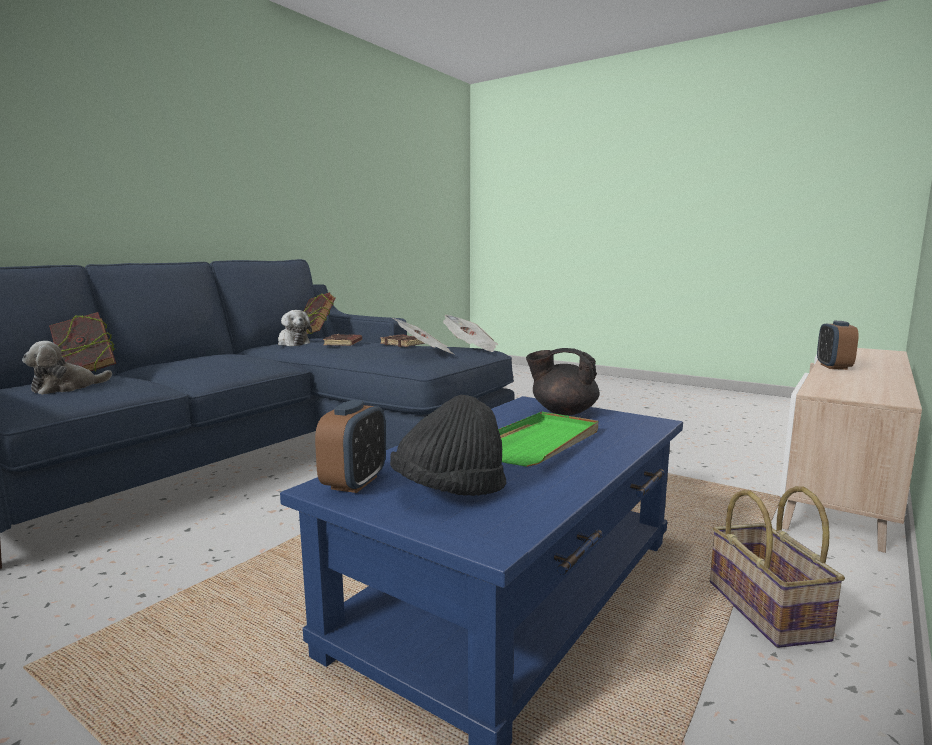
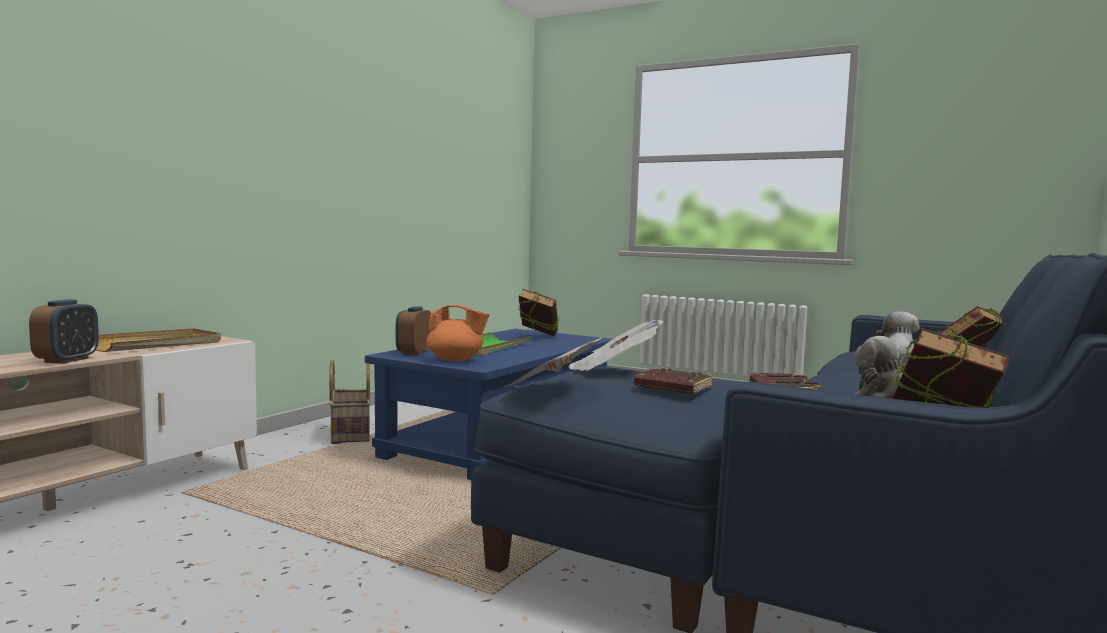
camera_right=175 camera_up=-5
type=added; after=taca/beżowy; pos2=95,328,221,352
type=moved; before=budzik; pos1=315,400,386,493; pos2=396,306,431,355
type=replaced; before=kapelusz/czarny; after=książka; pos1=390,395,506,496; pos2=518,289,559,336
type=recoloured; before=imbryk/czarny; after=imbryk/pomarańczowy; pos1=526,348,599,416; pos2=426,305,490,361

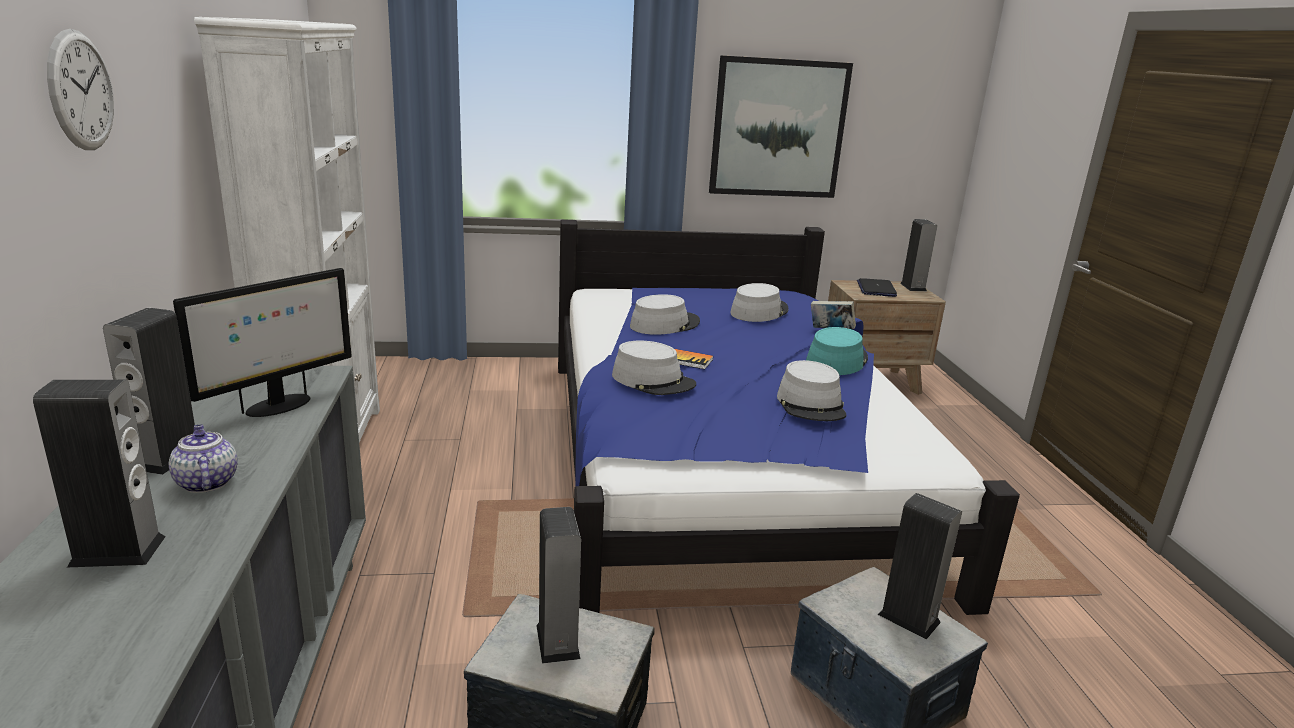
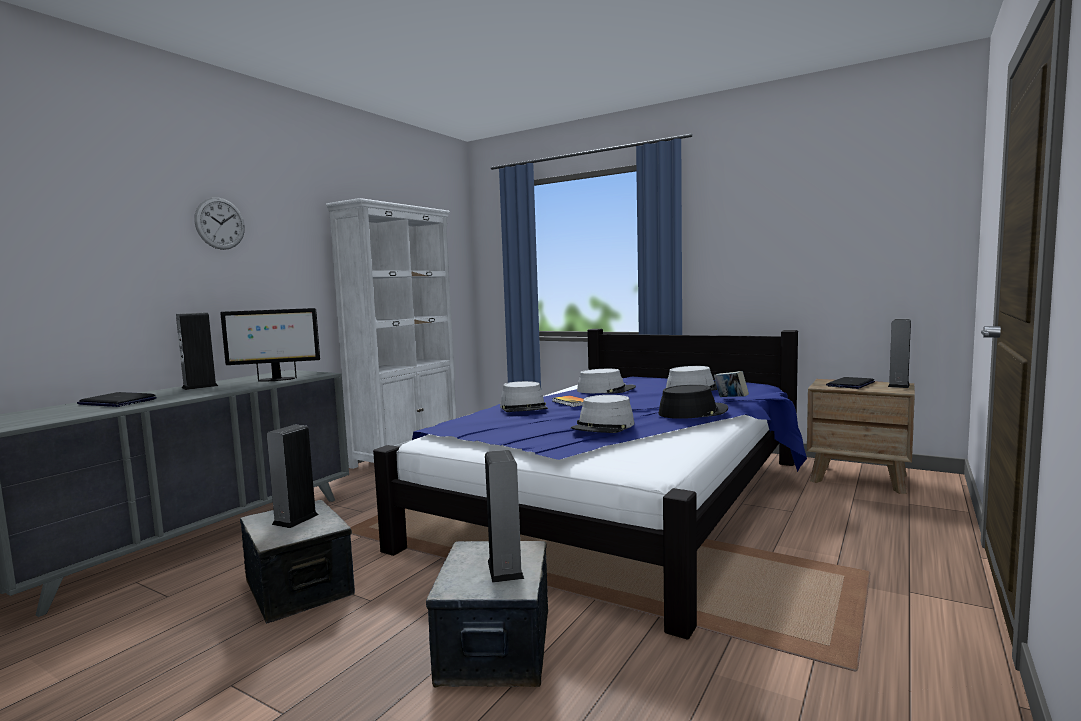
camera_right=40 camera_up=-15
type=removed; before=imbryk; pos1=169,424,238,493
type=removed; before=obraz; pos1=709,55,853,198
type=replaced; before=głośnik; after=laptop; pos1=33,380,165,567; pos2=77,392,157,407
type=recoloured; before=kapelusz/turkusowy; after=kapelusz/czarny; pos1=806,327,868,375; pos2=658,385,728,419

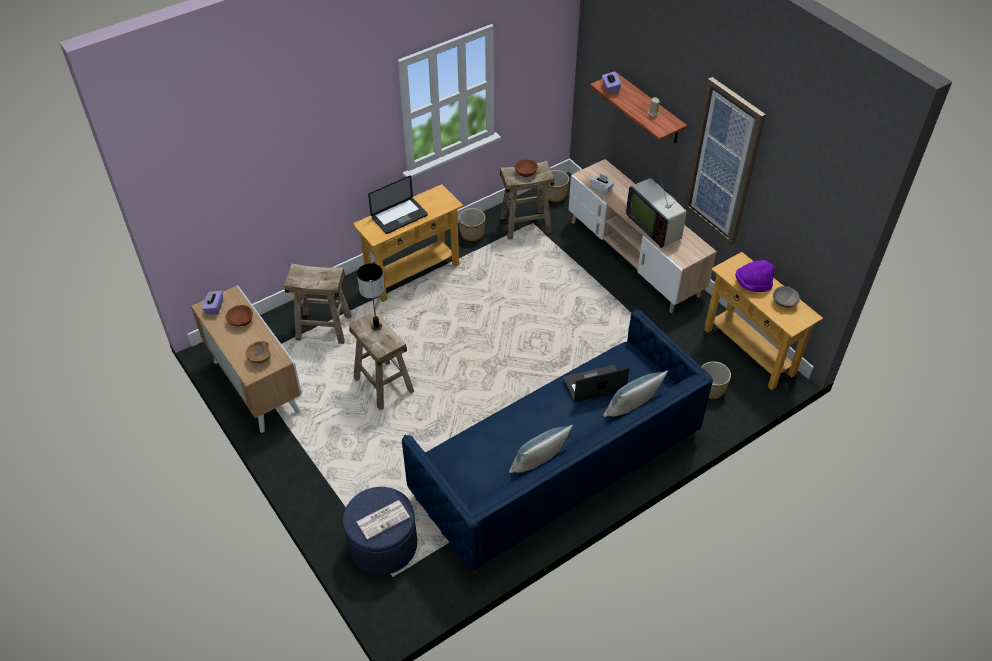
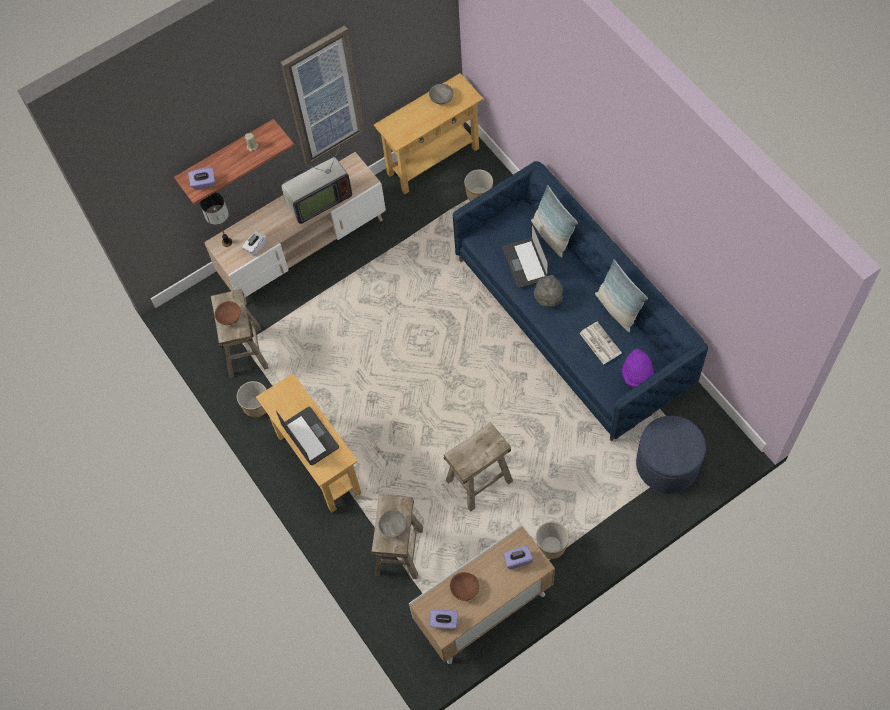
camera_right=-85 camera_up=15
type=added; after=miska/szary; pos2=378,510,407,538
type=added; after=kapelusz/szary; pos2=534,275,563,307
type=moved; before=lampa stołowa; pos1=357,263,385,331; pos2=200,192,232,247
type=moved; before=gazeta; pos1=357,500,410,540; pos2=579,322,622,365
type=moved; before=donica; pos1=547,170,569,202; pos2=536,522,569,559
type=moved; before=kapelusz/fioletowy; pos1=735,260,775,292; pos2=622,349,654,388
type=replaced; before=miska/brązowy; after=pudełko chusteczek/fioletowy; pos1=246,341,271,364; pos2=503,546,533,569

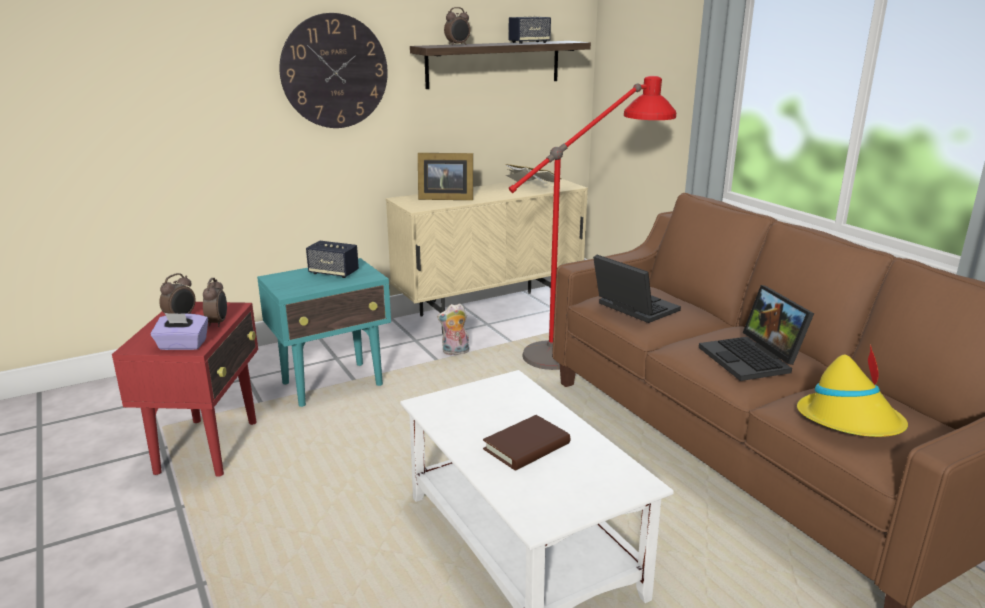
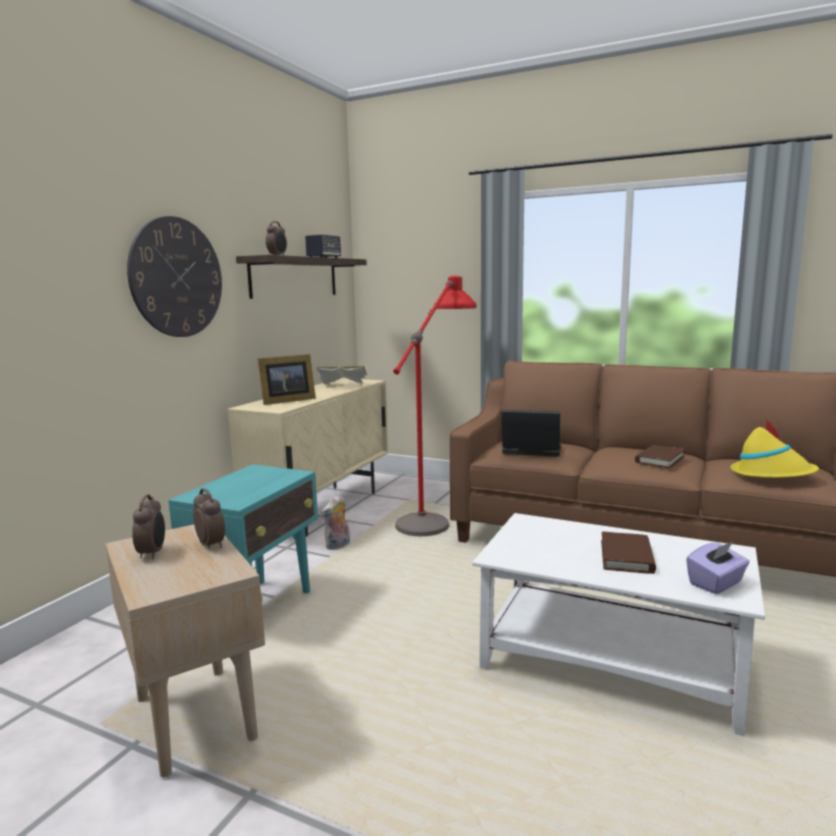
camera_right=-35 camera_up=-10
type=removed; before=głośnik; pos1=306,241,359,278
type=moved; before=pudełko chusteczek/fioletowy; pos1=151,313,208,350; pos2=686,542,750,594
type=replaced; before=laptop; after=książka/brązowy; pos1=699,285,814,381; pos2=635,445,685,468
type=recoloured; before=stolik/czerwony; after=stolik/beżowy; pos1=112,302,258,477; pos2=105,524,265,777

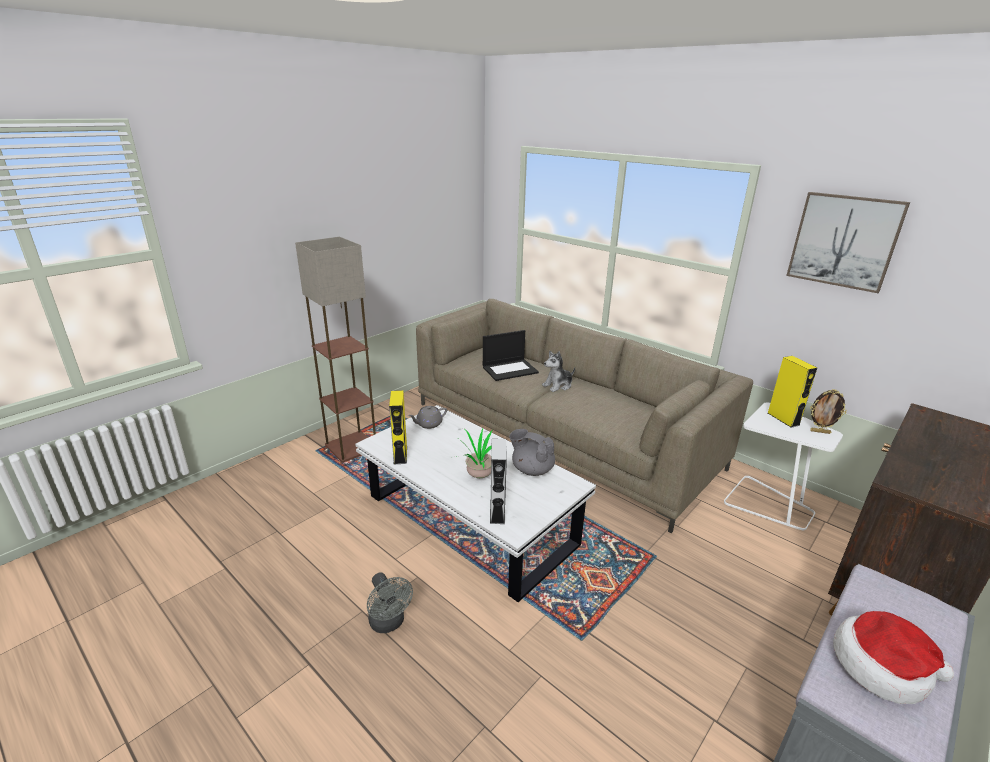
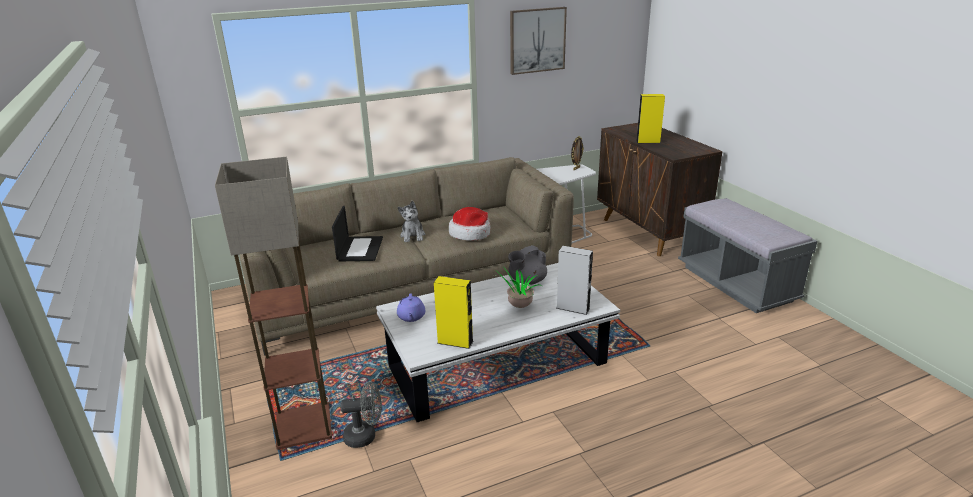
camera_right=-65 camera_up=0
type=moved; before=wentylator/szary; pos1=367,572,413,633; pos2=340,382,382,448
type=moved; before=głośnik/żółty; pos1=768,356,817,428; pos2=636,94,665,143
type=moved; before=kapelusz; pos1=833,611,954,704; pos2=449,207,491,241
type=recoloured; before=imbryk/szary; after=imbryk/fioletowy; pos1=408,406,447,429; pos2=397,293,425,322

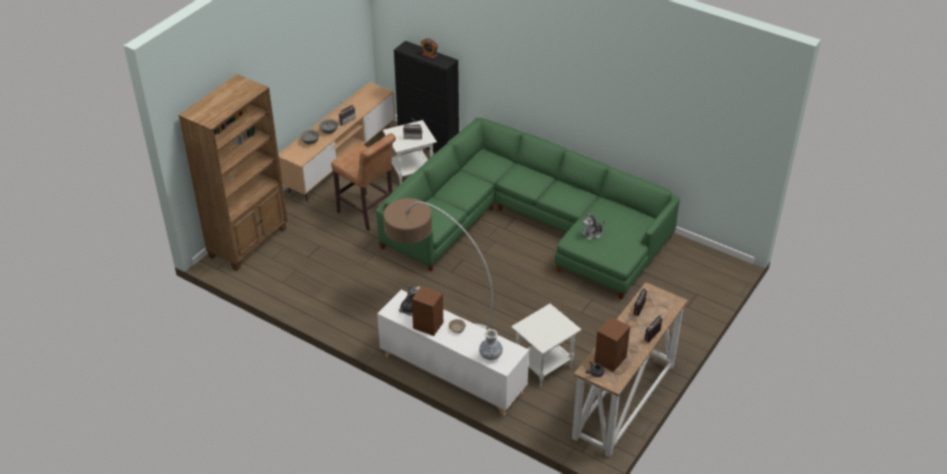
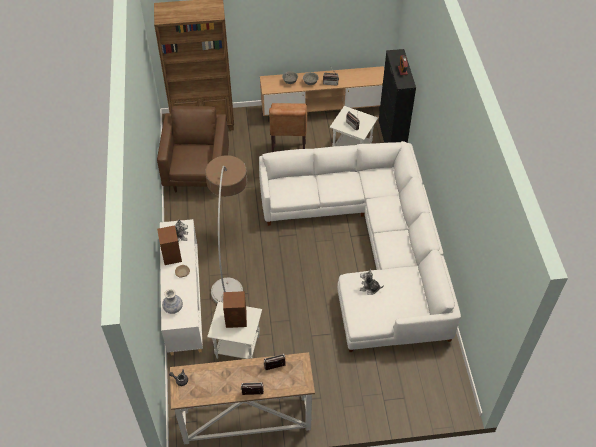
camera_right=50 camera_up=10
type=added; after=fotel/brązowy; pos2=157,106,229,192
type=moved; before=głośnik/brązowy; pos1=594,317,630,372; pos2=223,291,247,328
type=recoloured; before=kanapa/zielony; after=kanapa/biały; pos1=376,118,680,300; pos2=259,141,461,352

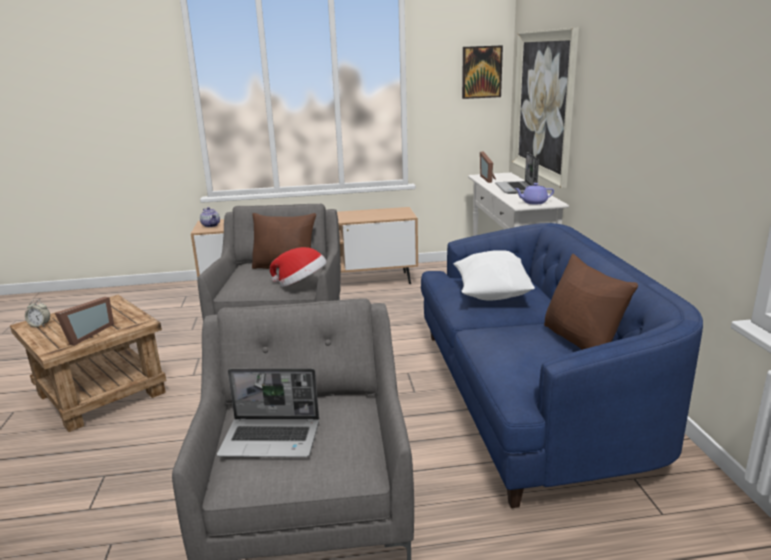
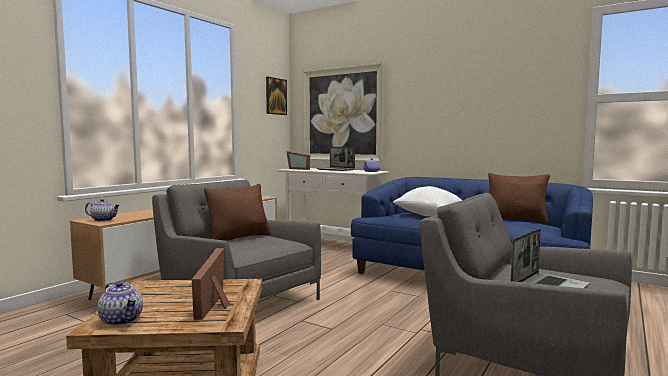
camera_right=-50 camera_up=-15
type=removed; before=kapelusz; pos1=270,247,327,287
type=replaced; before=budzik; after=imbryk; pos1=25,300,50,327; pos2=97,281,143,326
type=turned; before=ramka na zdjęcie; pos1=55,297,114,346; pos2=192,248,230,320; turn=-150

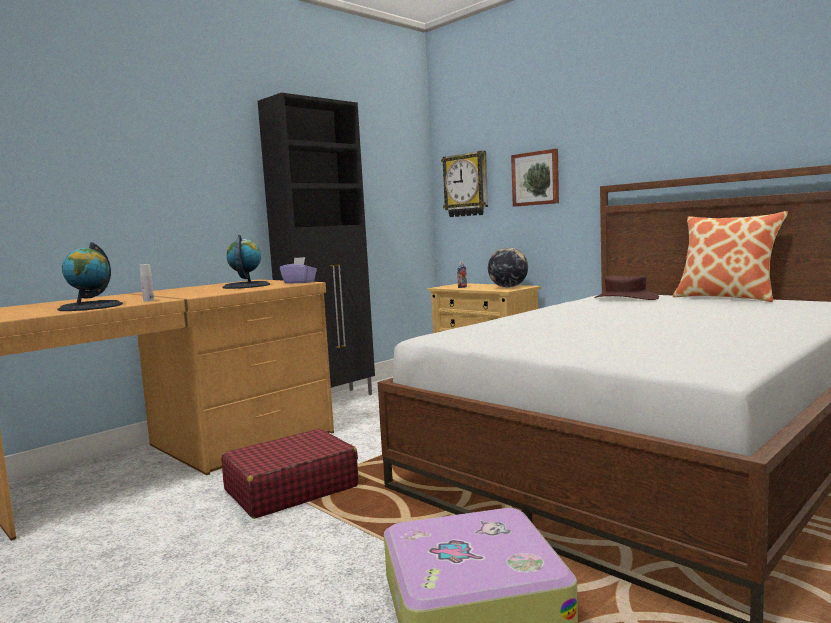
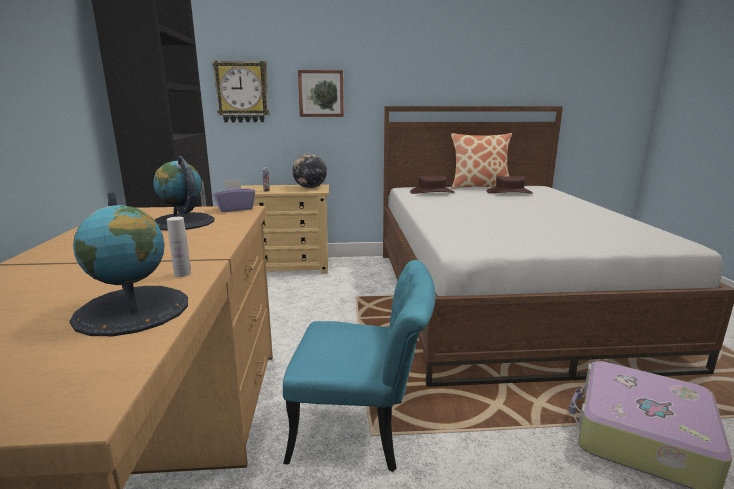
camera_right=-50 camera_up=10
type=added; after=kapelusz/brązowy; pos2=487,176,533,194
type=replaced; before=walizka/czerwony; after=krzesło/turkusowy; pos1=221,428,359,519; pos2=283,260,435,472

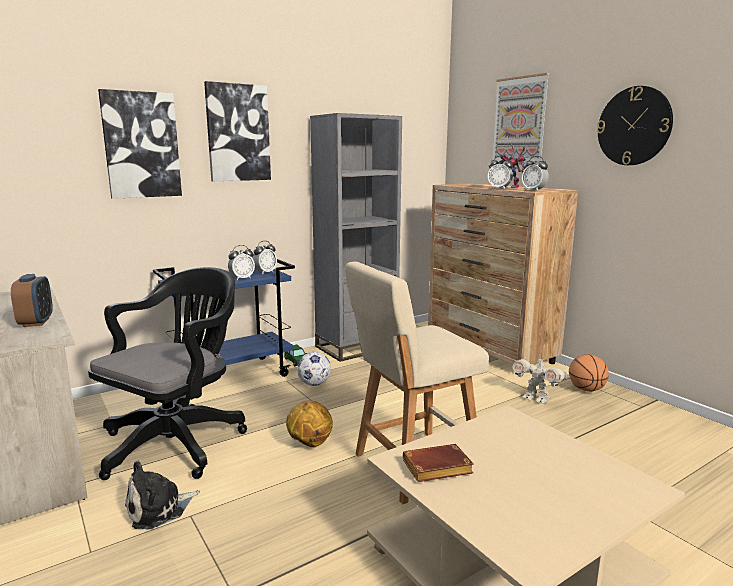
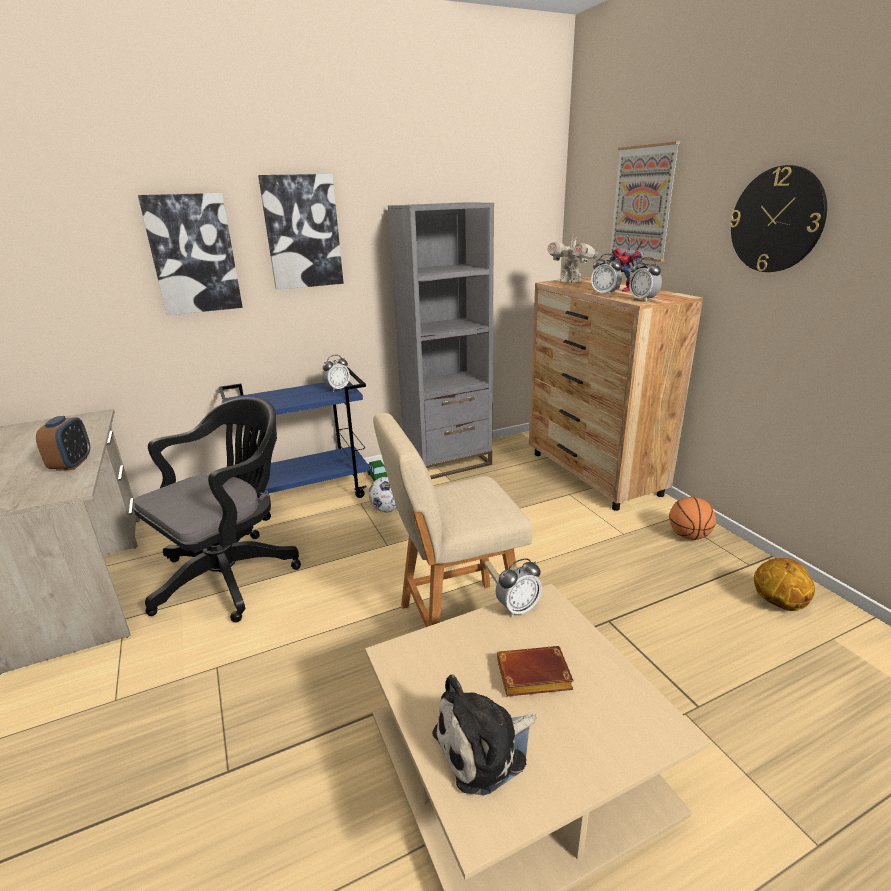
camera_right=10 camera_up=10
type=moved; before=pluszak; pos1=125,461,200,530; pos2=432,675,536,796
type=moved; before=budzik; pos1=228,245,255,281; pos2=496,558,542,618
type=moved; before=piłka do koszykówki; pos1=286,401,333,448; pos2=754,558,815,611
type=moved; before=książka/brązowy; pos1=403,444,474,482; pos2=497,646,574,696
type=moved; before=robot zabawkowy; pos1=513,356,567,404; pos2=547,236,598,283

